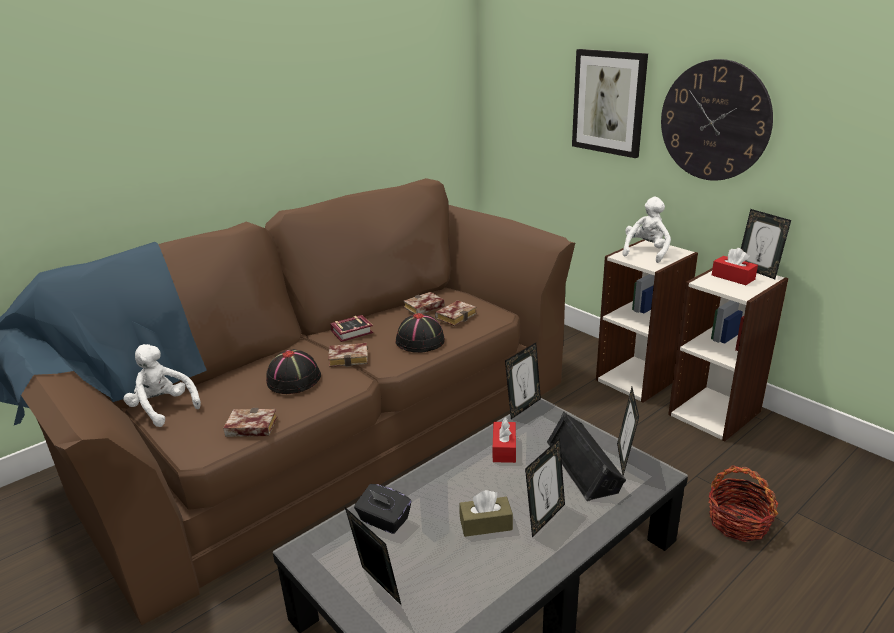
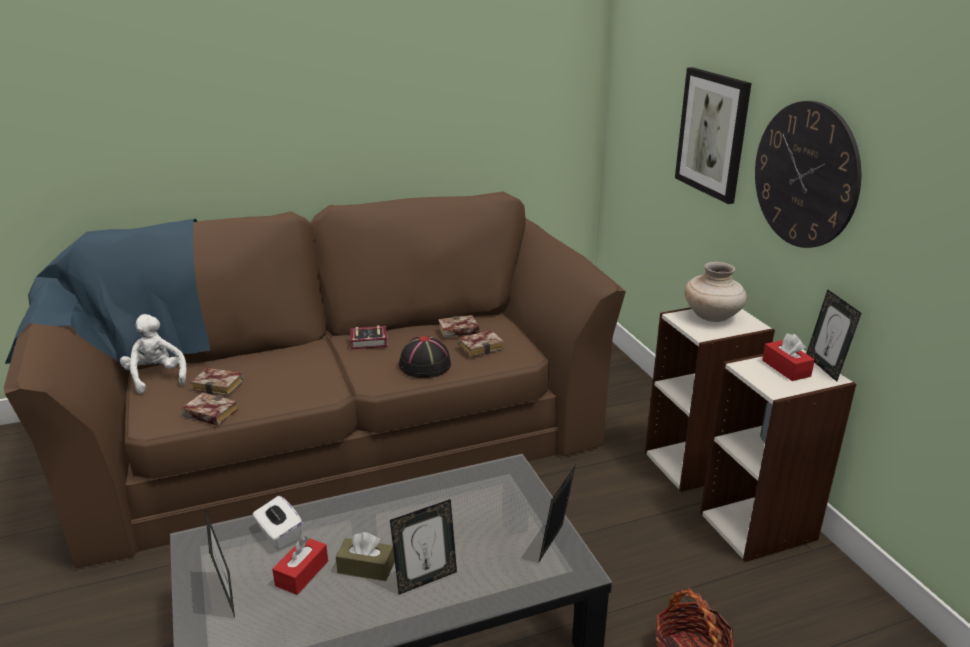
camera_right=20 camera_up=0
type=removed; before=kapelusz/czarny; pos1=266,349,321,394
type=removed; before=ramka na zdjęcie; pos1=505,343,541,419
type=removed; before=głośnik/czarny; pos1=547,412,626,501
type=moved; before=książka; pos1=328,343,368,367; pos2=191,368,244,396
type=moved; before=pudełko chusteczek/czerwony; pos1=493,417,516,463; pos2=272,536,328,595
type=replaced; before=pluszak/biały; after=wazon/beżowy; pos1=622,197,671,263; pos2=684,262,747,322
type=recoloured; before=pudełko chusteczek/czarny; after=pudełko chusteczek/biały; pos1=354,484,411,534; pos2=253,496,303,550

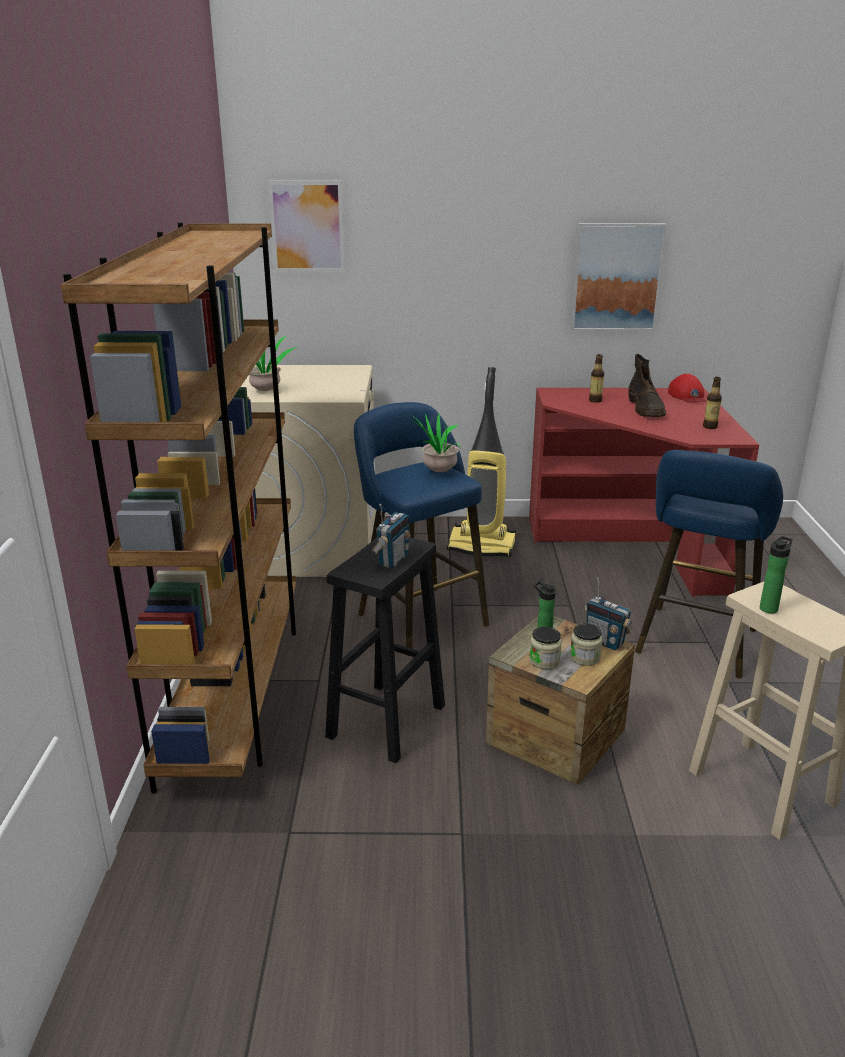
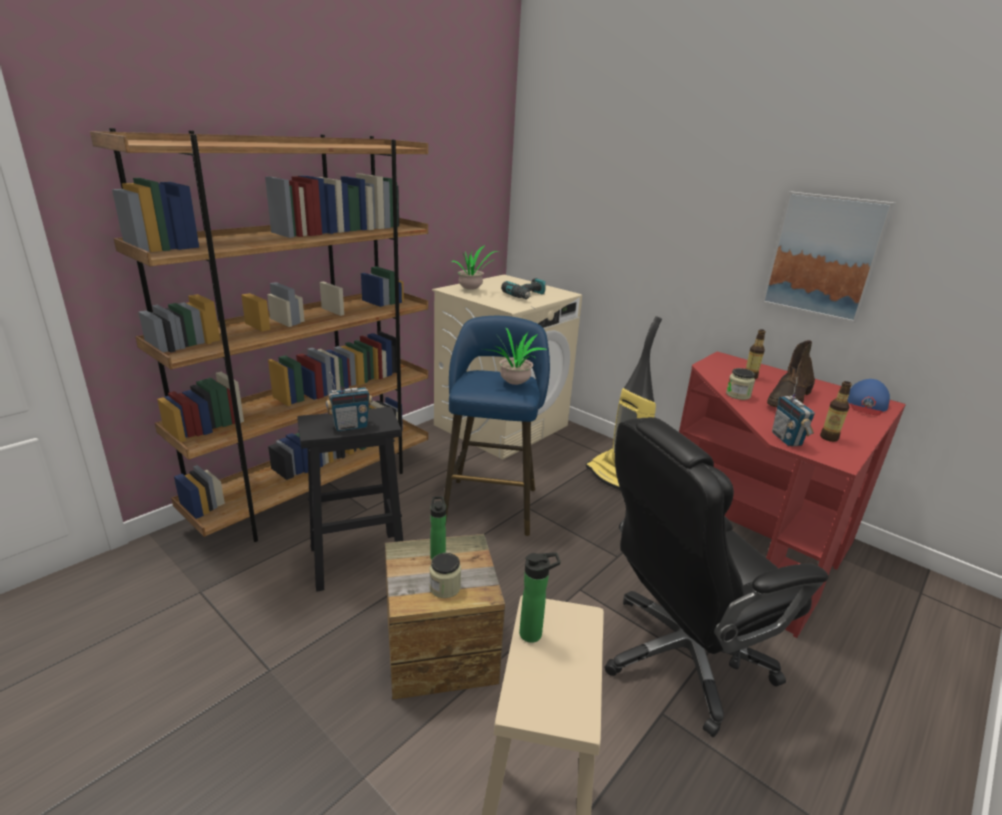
camera_right=40 camera_up=0
type=removed; before=obraz; pos1=268,181,345,272
type=added; after=wiertarka; pos2=501,278,546,299
type=moved; before=słoik; pos1=529,627,562,669; pos2=726,368,755,400
type=moved; before=radio; pos1=584,578,632,650; pos2=772,377,815,446
type=replaced; before=stołek/niebieski; after=krzesło biurowe/czarny; pos1=635,450,783,678; pos2=604,417,828,737
type=recoloured; before=czapka z daszkiem/czerwony; after=czapka z daszkiem/niebieski; pos1=668,374,706,403; pos2=847,379,890,415

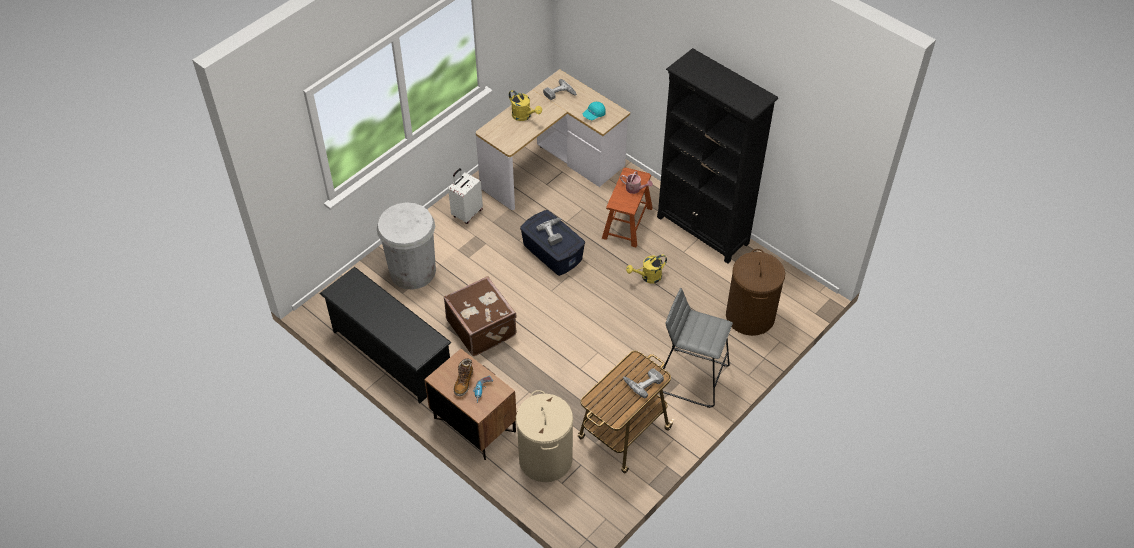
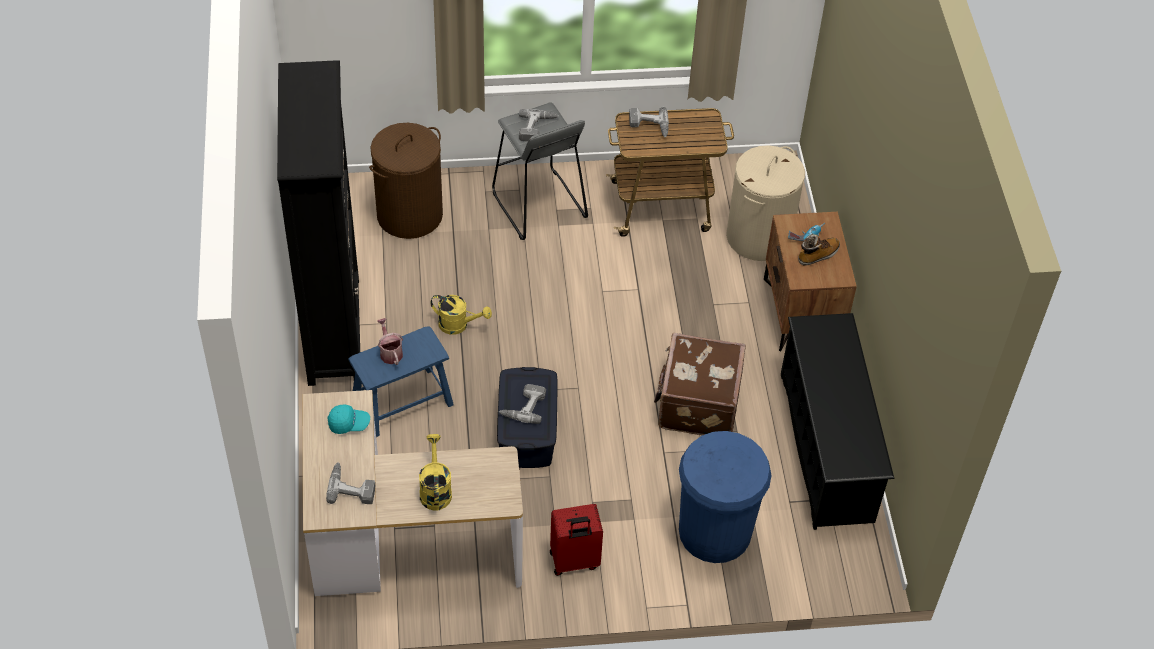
camera_right=-140 camera_up=0
type=added; after=wiertarka; pos2=519,109,558,142
type=recoloured; before=kosz na śmieci/biały; after=kosz na śmieci/niebieski; pos1=377,202,436,289; pos2=679,431,772,563
type=recoloured; before=walizka/biały; after=walizka/czerwony; pos1=448,168,483,224; pos2=550,504,603,576
type=recoloured; before=stołek/brązowy; after=stołek/niebieski; pos1=602,168,653,247; pos2=348,326,454,437

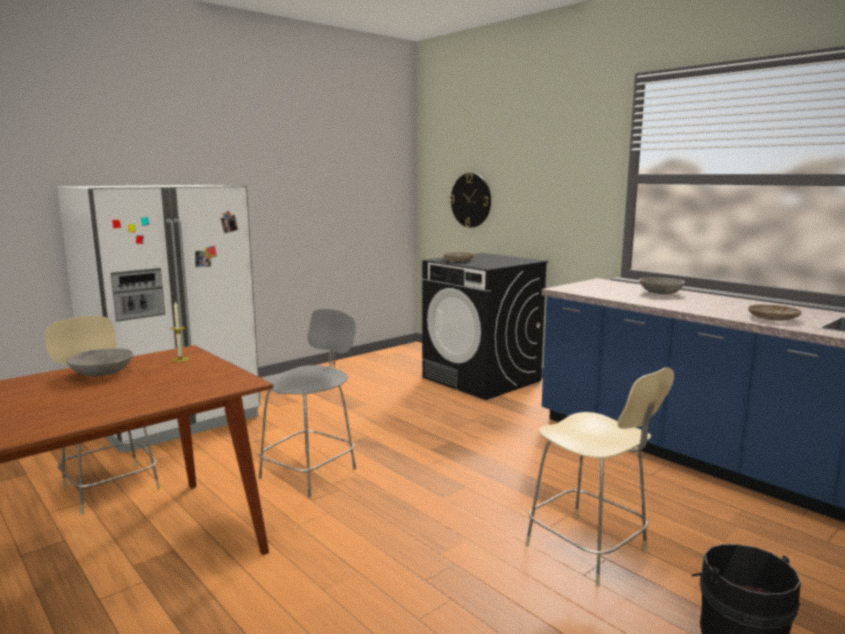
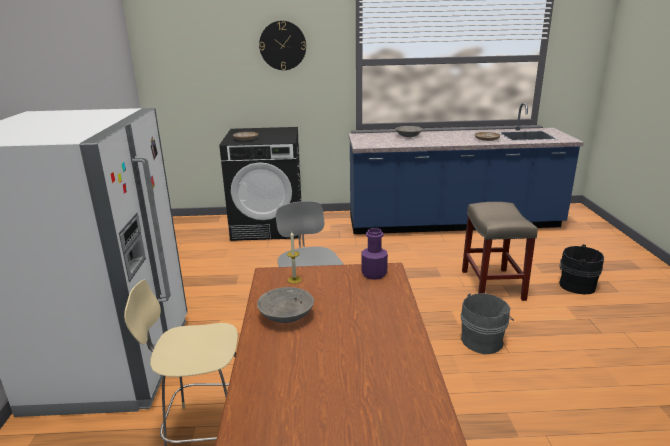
camera_right=-50 camera_up=10
type=added; after=butelka/fioletowy; pos2=361,228,388,280
type=added; after=wiadro/szary; pos2=461,293,514,354
type=moved; before=zegar ścienny; pos1=450,173,491,228; pos2=259,21,306,70
type=replaced; before=krzesło/beżowy; after=stołek/beżowy; pos1=525,367,674,587; pos2=462,202,538,301

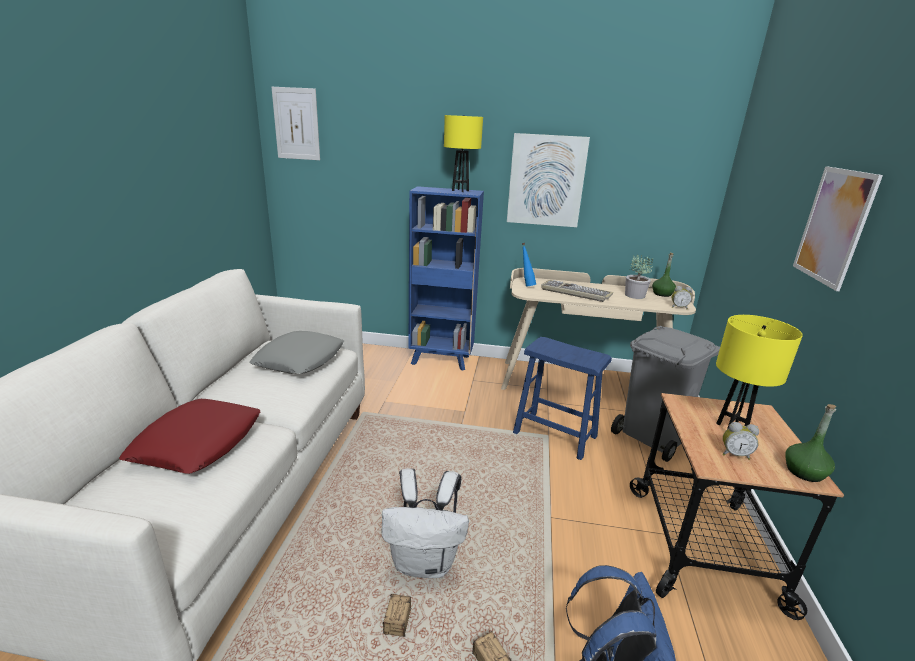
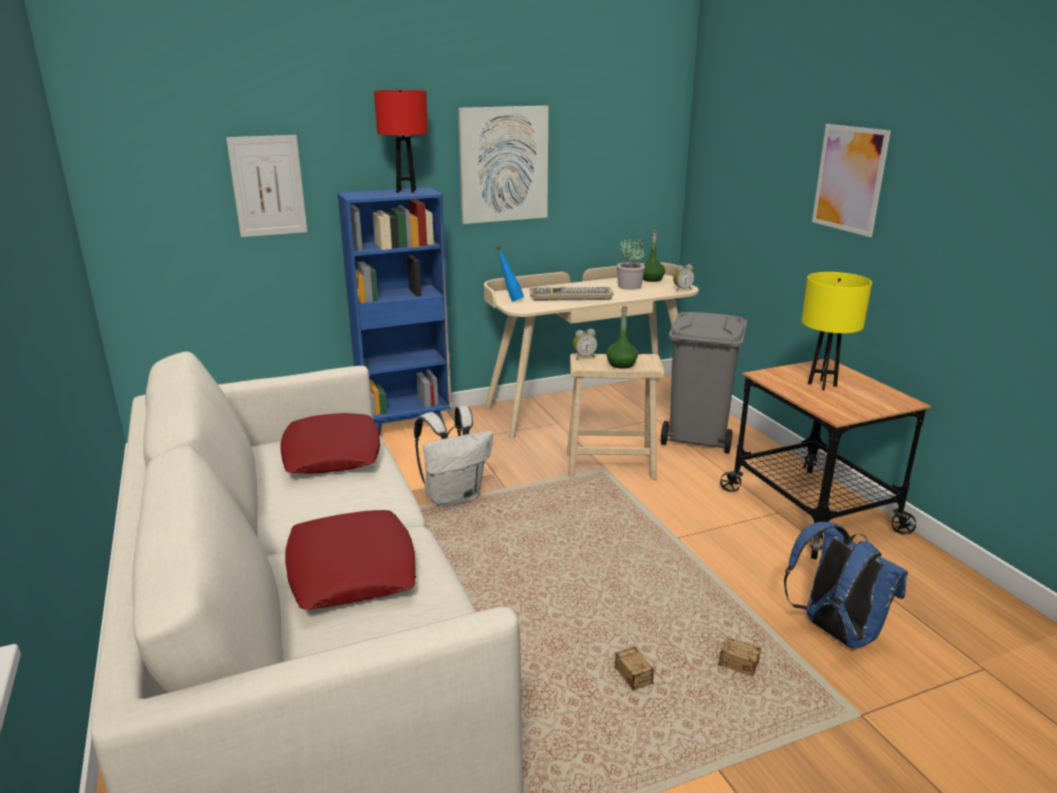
camera_right=-30 camera_up=0
type=moved; before=obraz; pos1=271,87,320,160; pos2=226,135,307,237
type=moved; before=plecak/biały; pos1=382,468,469,578; pos2=414,406,493,508
type=moved; before=budzik; pos1=722,422,759,460; pos2=573,329,597,359
type=moved; before=butelka/zielony; pos1=785,404,836,482; pos2=606,306,638,368
type=recoloured; before=poduszka/szary; after=poduszka/czerwony; pos1=249,331,344,374; pos2=280,413,380,474
type=recoloured; before=lampa stołowa/żółty; after=lampa stołowa/czerwony; pos1=444,115,483,192; pos2=374,90,428,193
type=recoloured; before=stołek/niebieski; after=stołek/beżowy; pos1=513,337,612,460; pos2=567,353,664,479

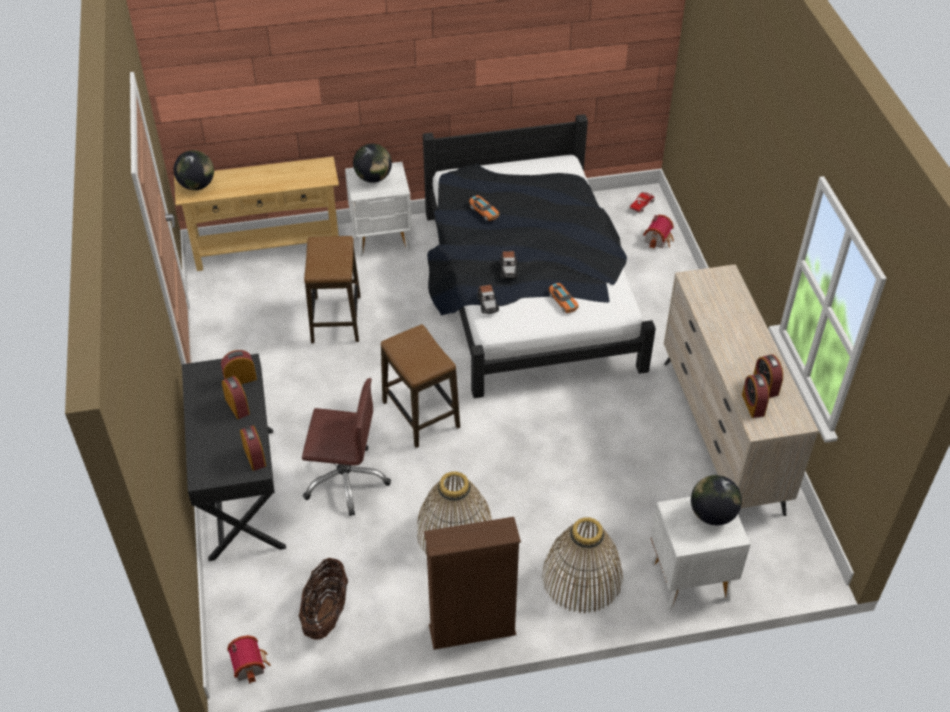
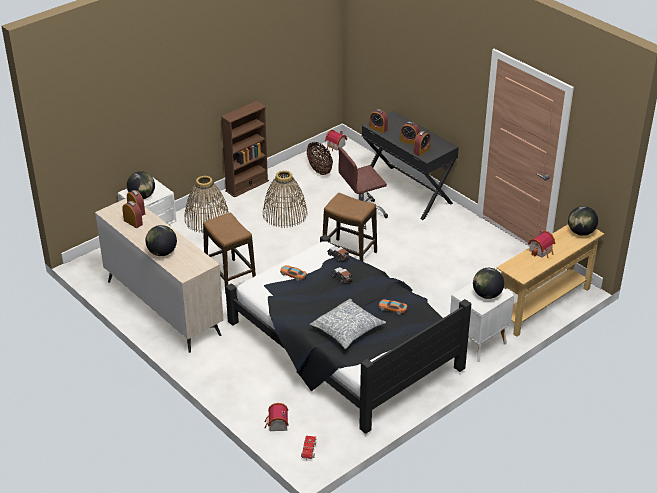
camera_right=150 camera_up=-10
type=added; after=globus; pos2=145,225,177,256
type=added; after=poduszka; pos2=310,299,386,349
type=added; after=domek; pos2=528,230,555,258
type=moved; before=stołek; pos1=304,236,361,343; pos2=203,212,256,294

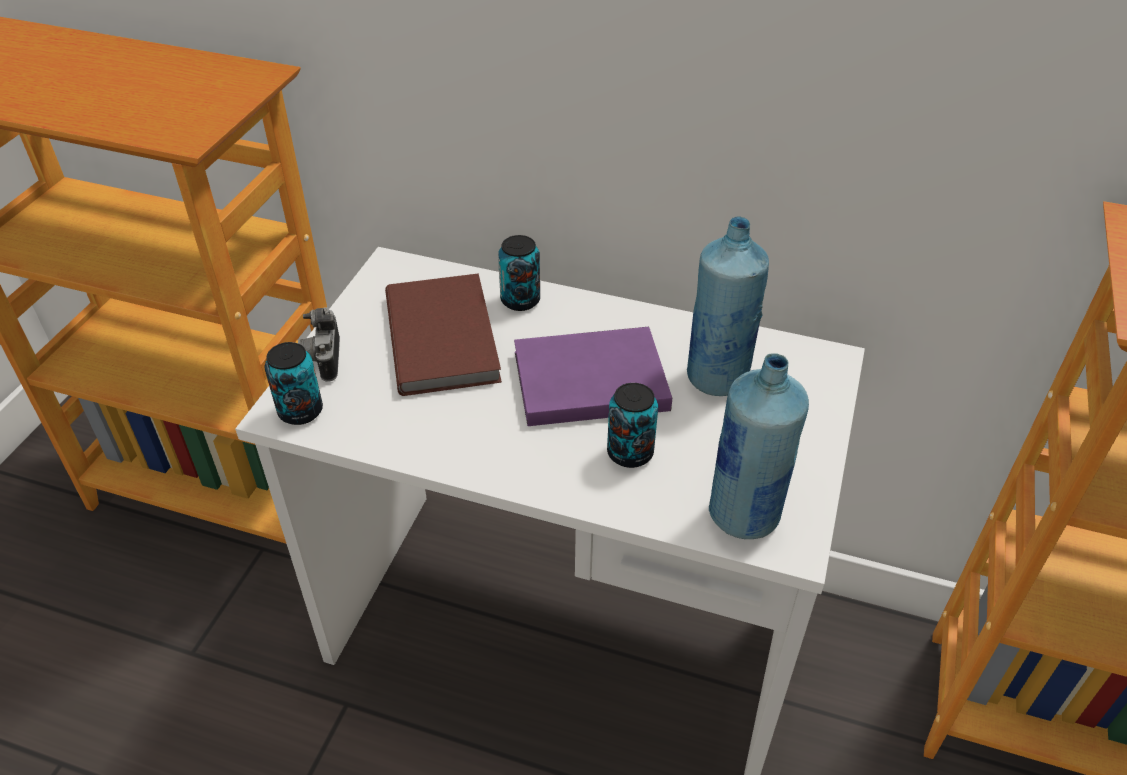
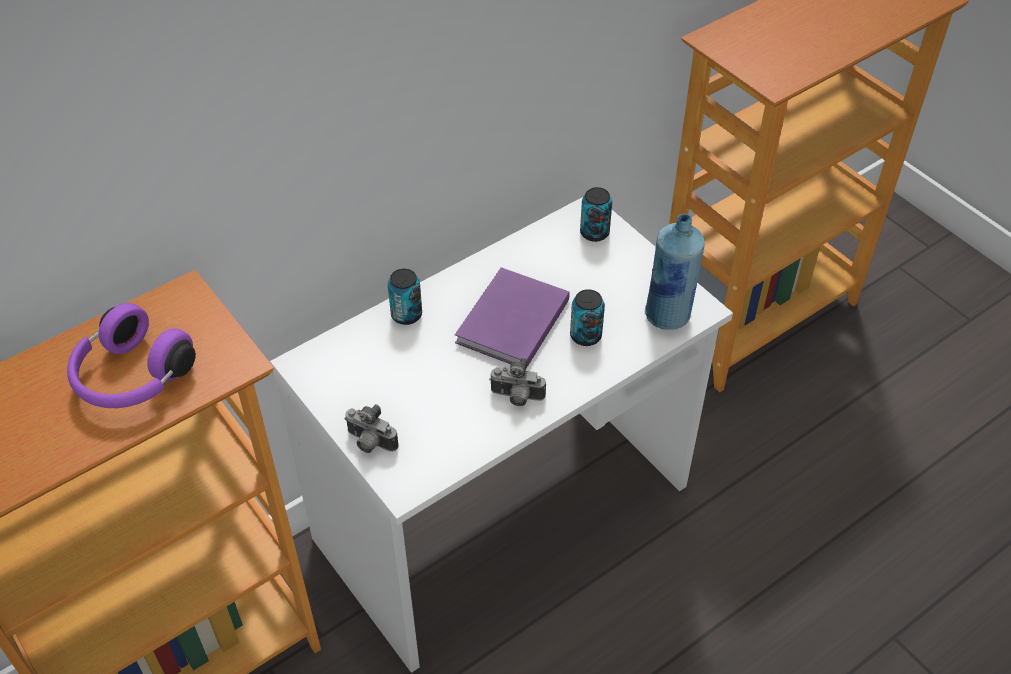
camera_right=-55 camera_up=5
type=removed; before=książka/brązowy; pos1=385,273,502,396
type=removed; before=butelka/niebieski; pos1=687,216,769,396
type=added; after=słuchawki/fioletowy; pos2=67,303,196,408
type=added; after=aparat fotograficzny; pos2=489,358,546,406
type=moved; before=puszka; pos1=265,342,323,425; pos2=580,187,612,242

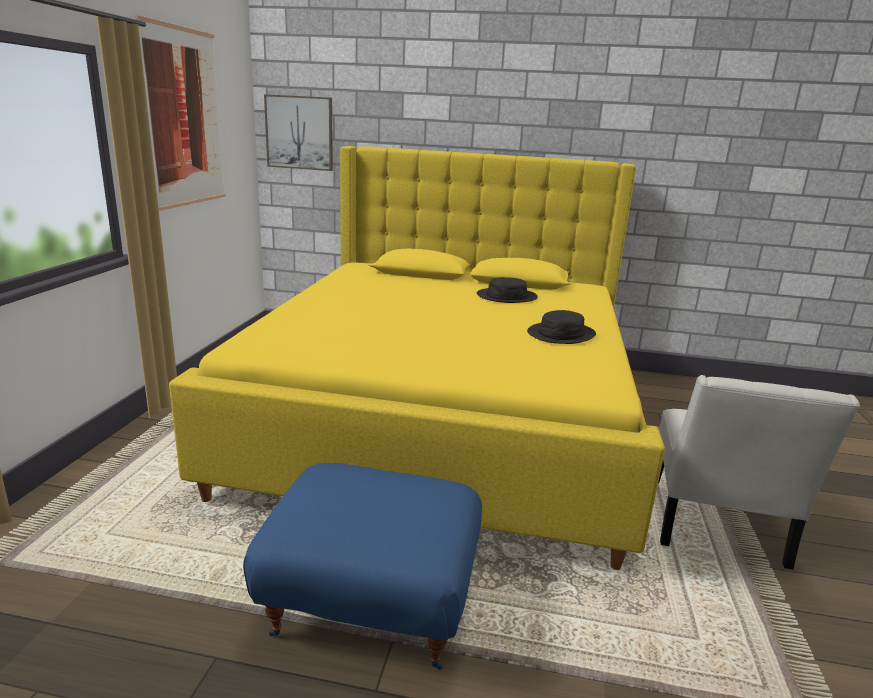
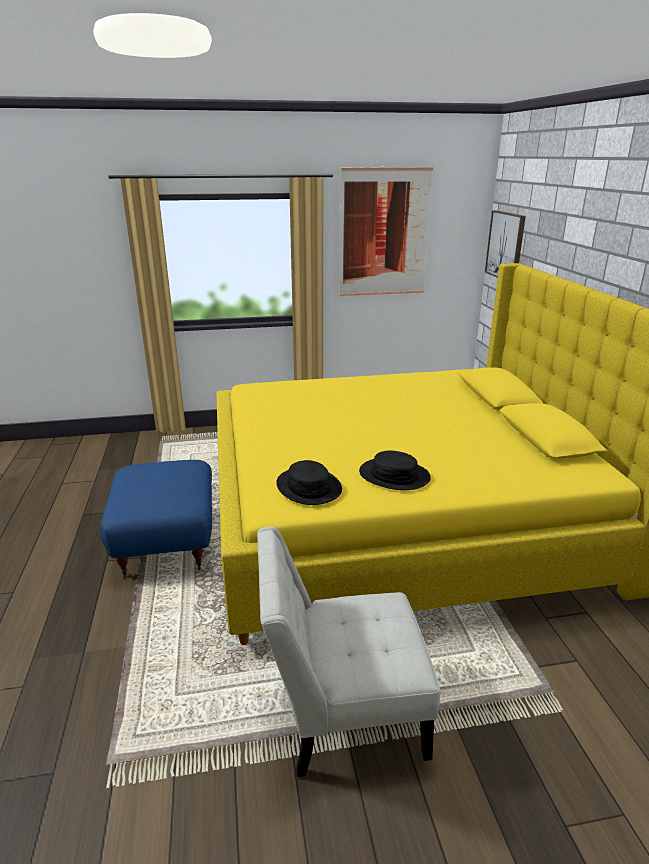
camera_right=70 camera_up=5
type=moved; before=kapelusz/czarny; pos1=477,277,538,303; pos2=276,460,342,505

